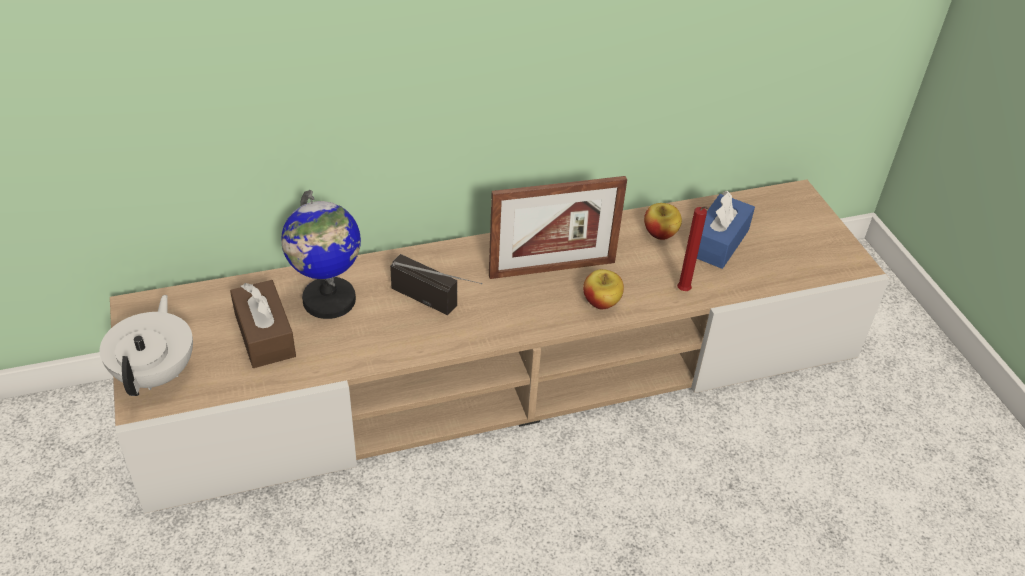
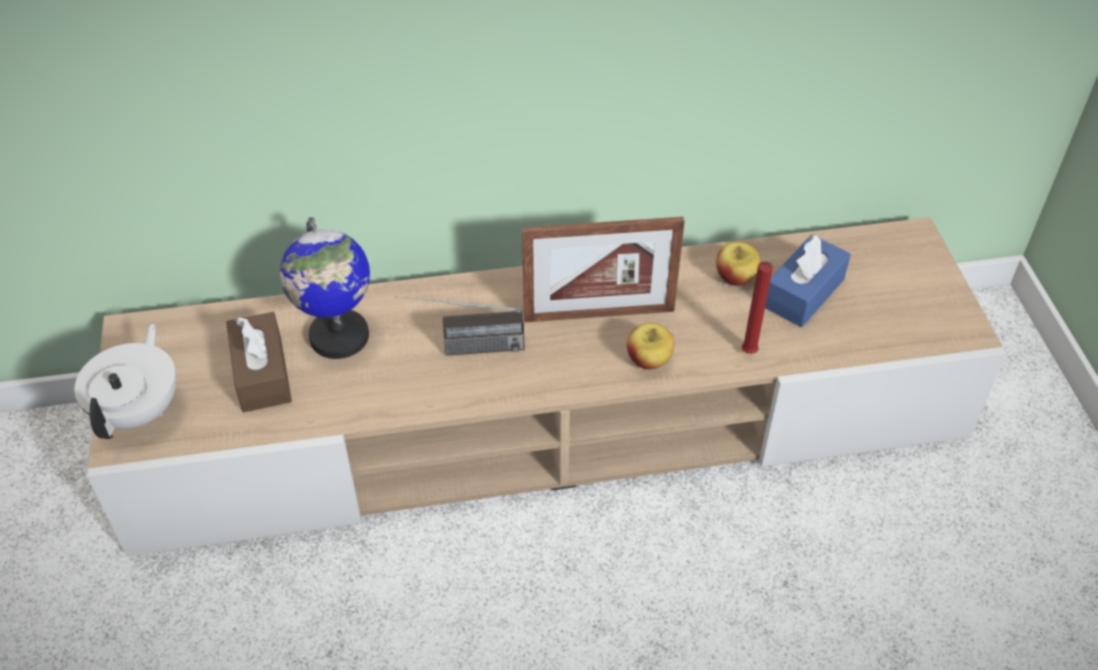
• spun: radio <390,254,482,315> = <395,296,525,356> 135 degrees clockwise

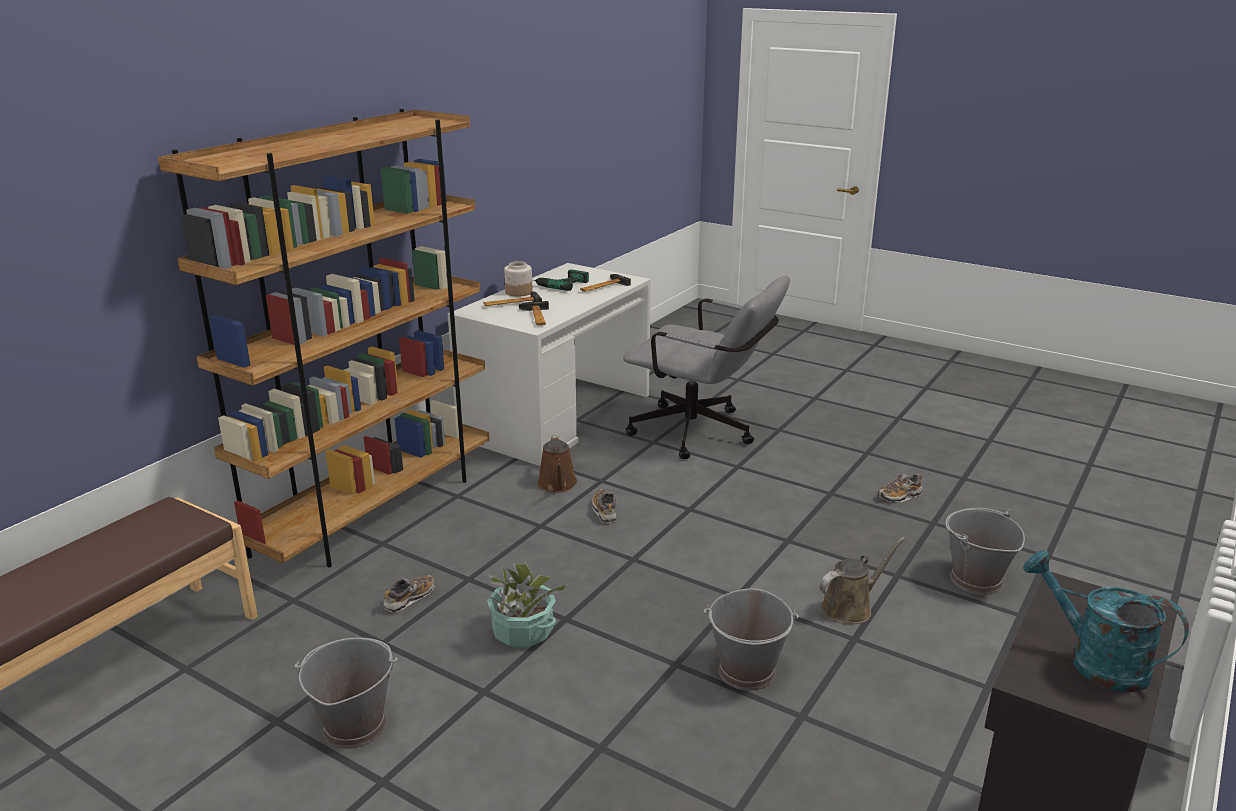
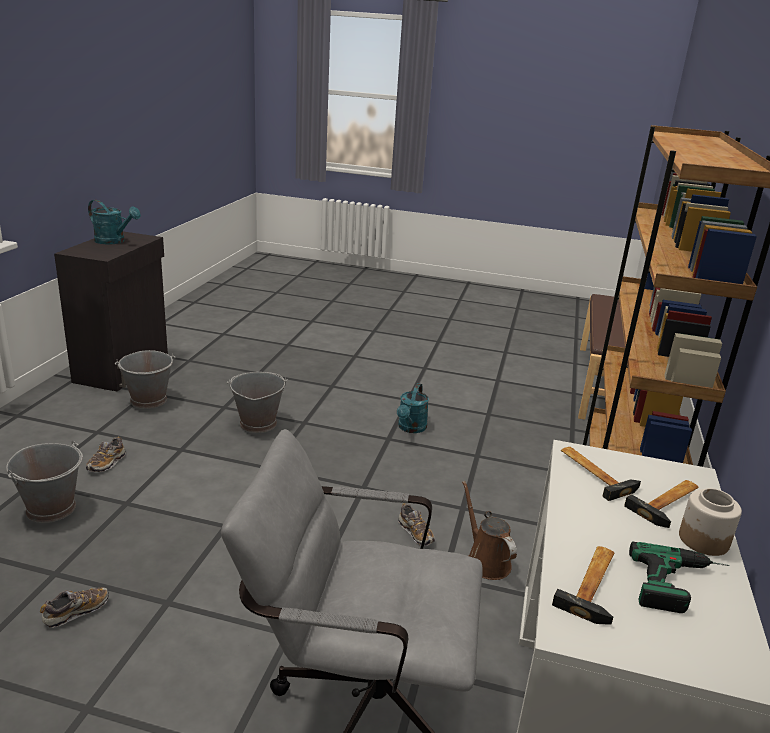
• relocated: but <384,575,435,612> to <86,437,126,472>
• relocated: wiadro (szary) <294,638,398,749> to <115,350,176,409>
• exchanged: roślina doniczkowa <485,562,570,648> to konewka (turkusowy) <397,383,429,433>
• missing: konewka (brązowy) <819,537,906,624>

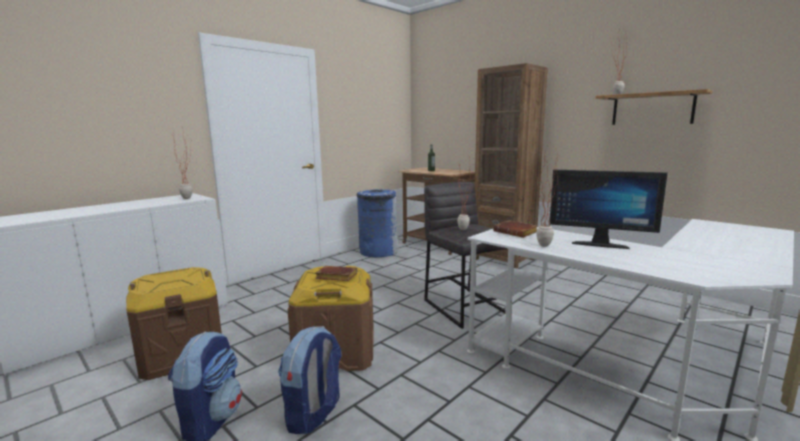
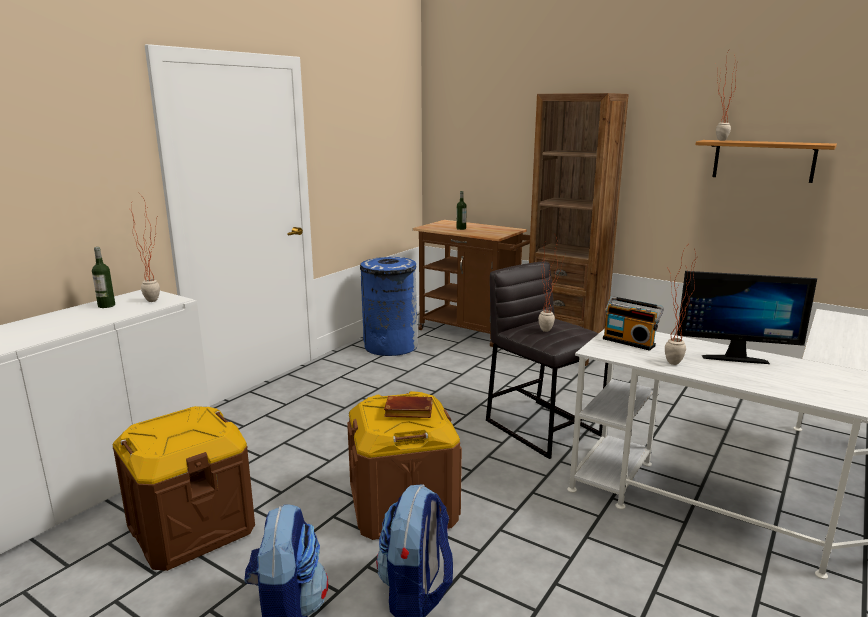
• appeared: butelka <92,247,115,308>
• exchanged: książka (brązowy) <493,220,538,238> to radio <603,296,664,351>

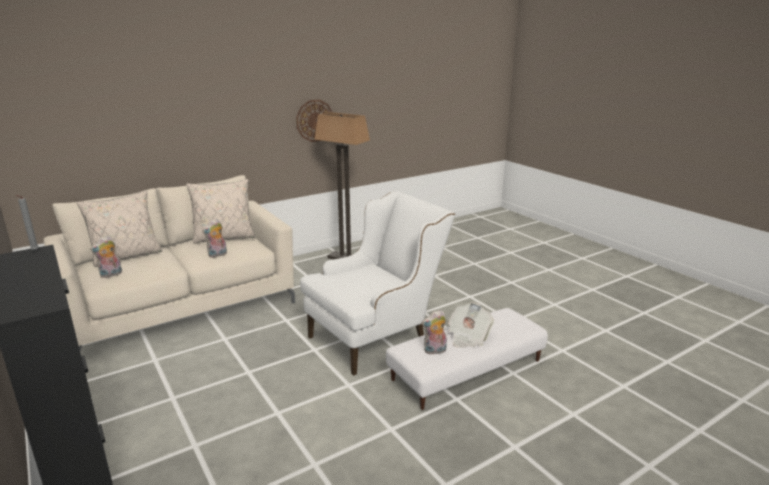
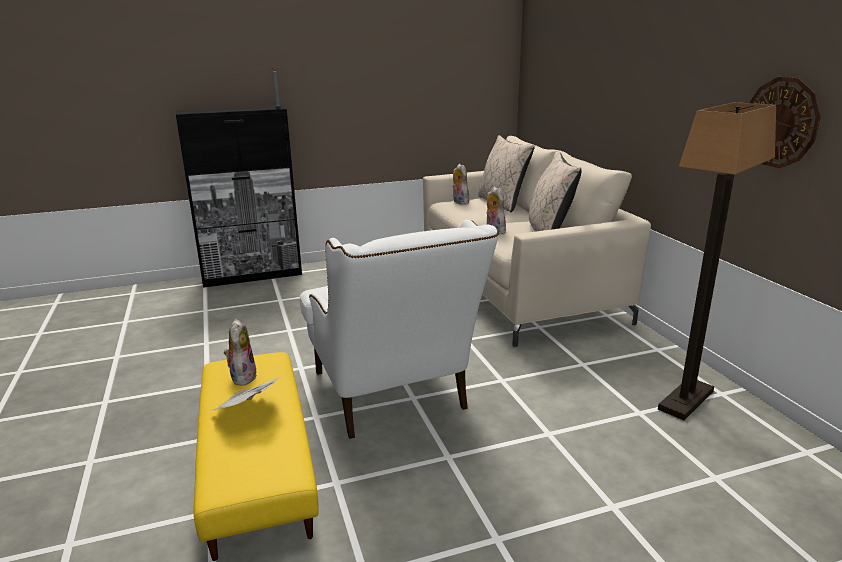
• colour: pufa (biały) <386,308,548,410> to pufa (żółty) <194,352,319,561>

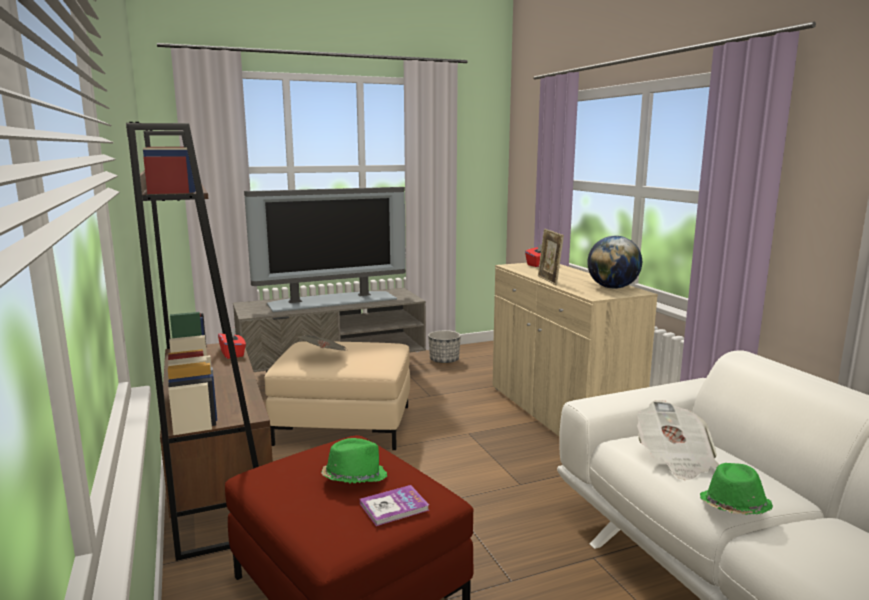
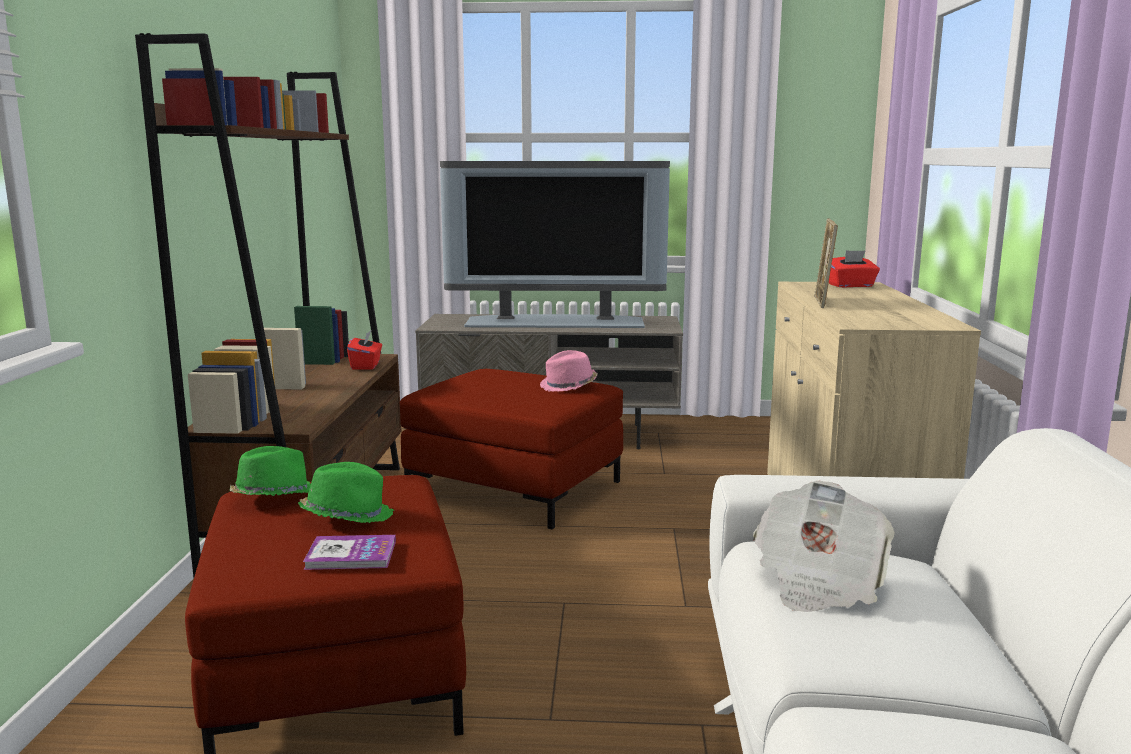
• relocated: kapelusz (zielony) <700,463,773,515> to <230,446,311,496>
• colour: pufa (beżowy) <264,341,410,450> to pufa (czerwony) <400,369,623,529>
• appeared: kapelusz (różowy) <540,350,598,392>
• missing: gazeta <297,335,346,351>
• missing: donica <428,330,461,364>
• missing: globus <587,236,642,289>

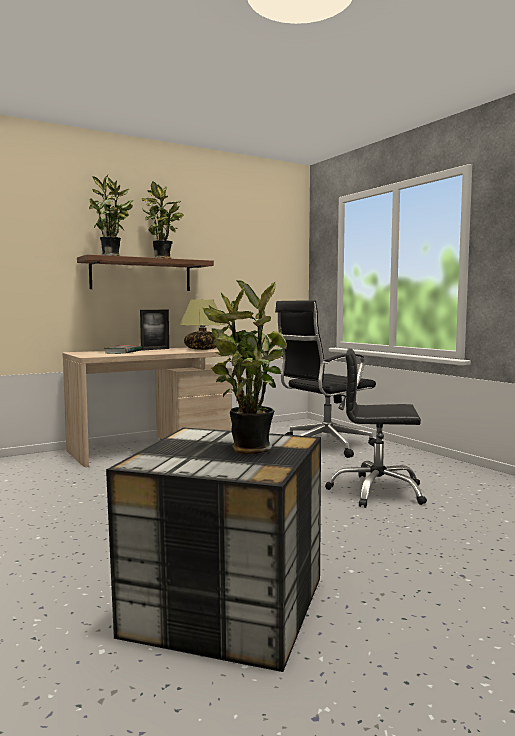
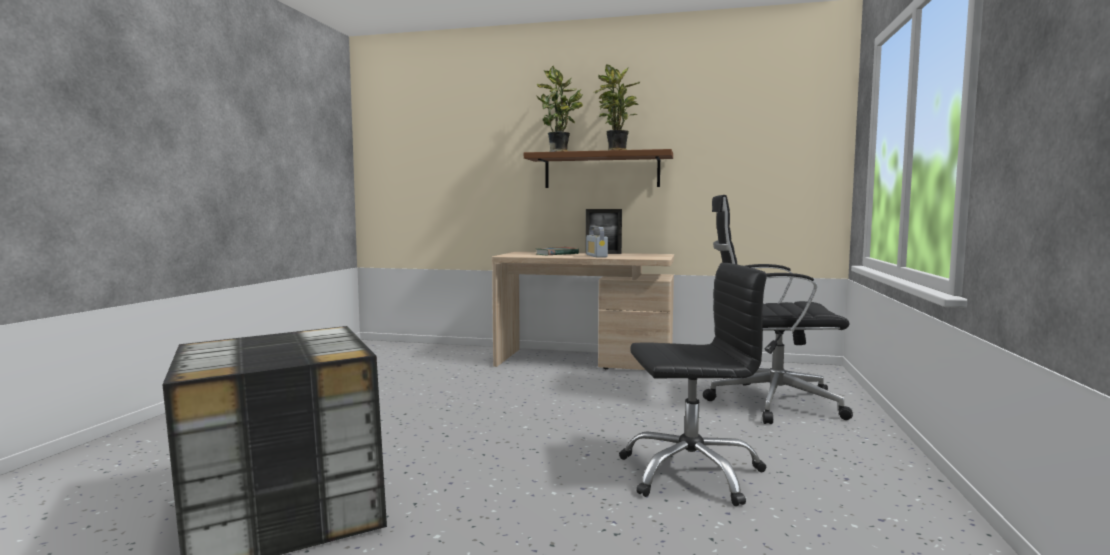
• appeared: radio <586,226,608,258>
• spun: krzesło biurowe (czarny) <325,348,427,508> = <619,263,767,506> 120 degrees clockwise
• missing: lampa stołowa <179,299,225,350>
• missing: roślina doniczkowa <203,280,287,454>

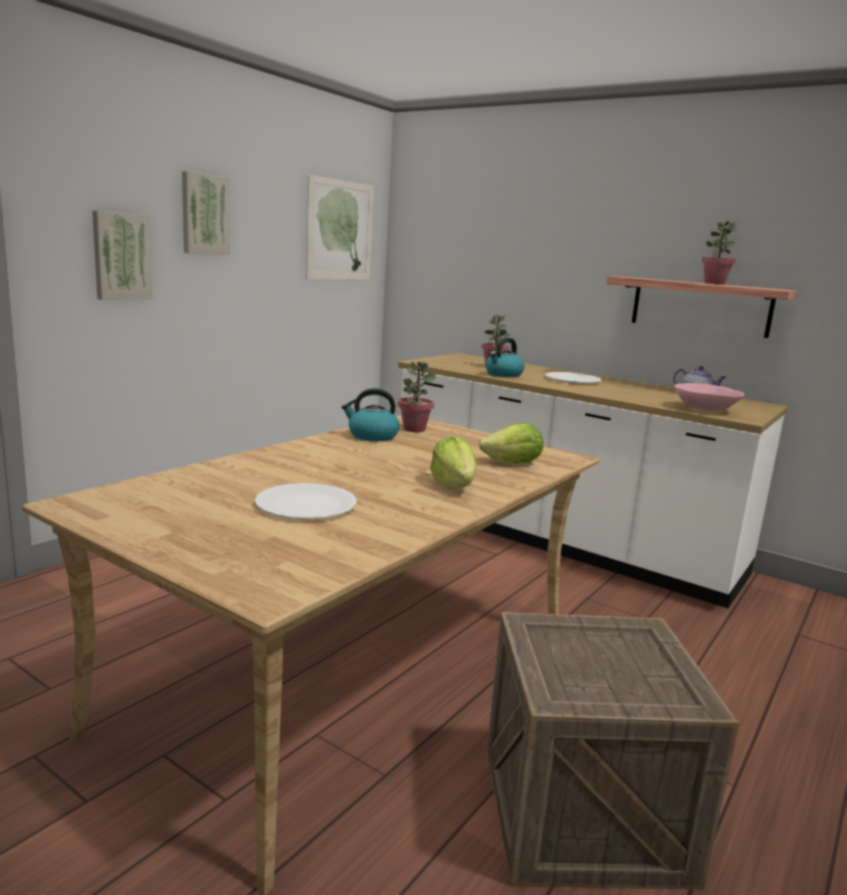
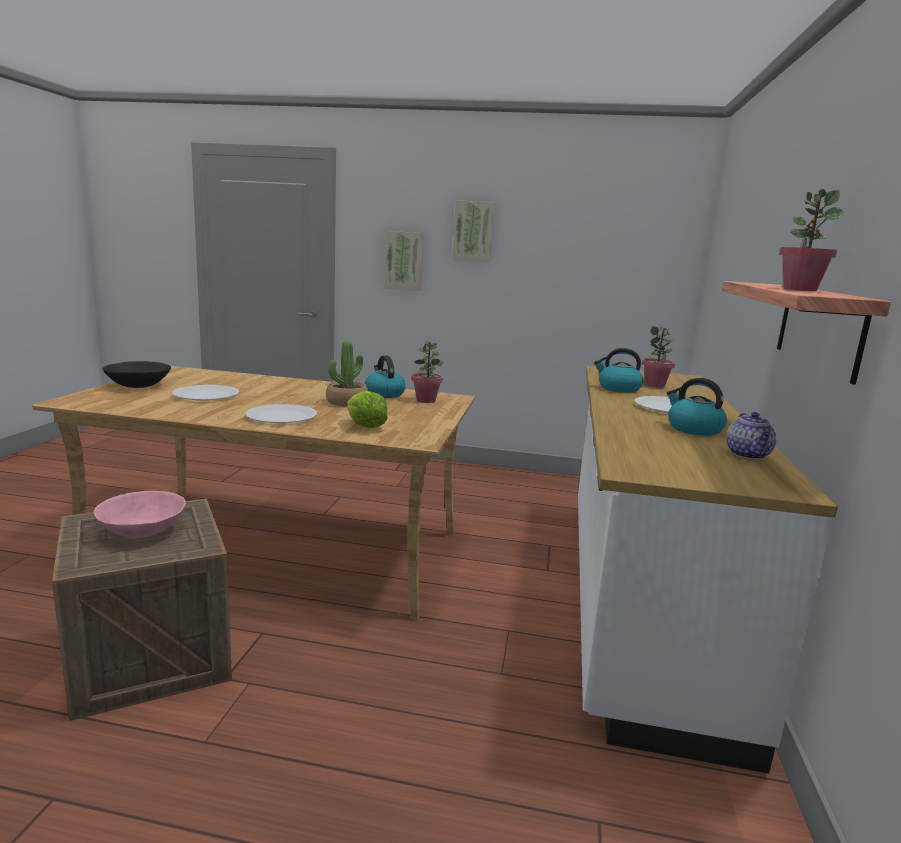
• relocated: miska (różowy) <674,383,744,412> to <94,491,186,538>
• appeared: miska (czarny) <103,361,171,388>
• exchanged: sałata <430,437,477,488> to talerz (biały) <245,404,317,423>
• appeared: roślina doniczkowa <326,340,368,407>
• appeared: czajnik <667,378,727,436>
• missing: obraz <306,175,374,279>

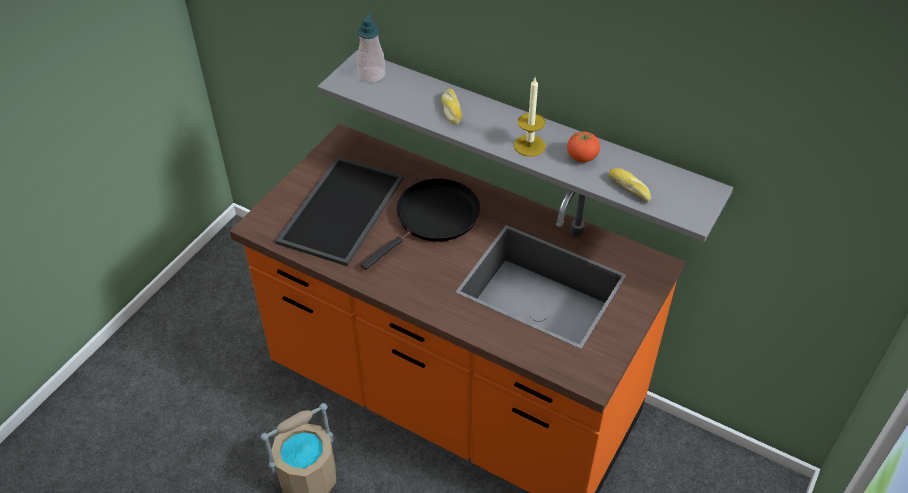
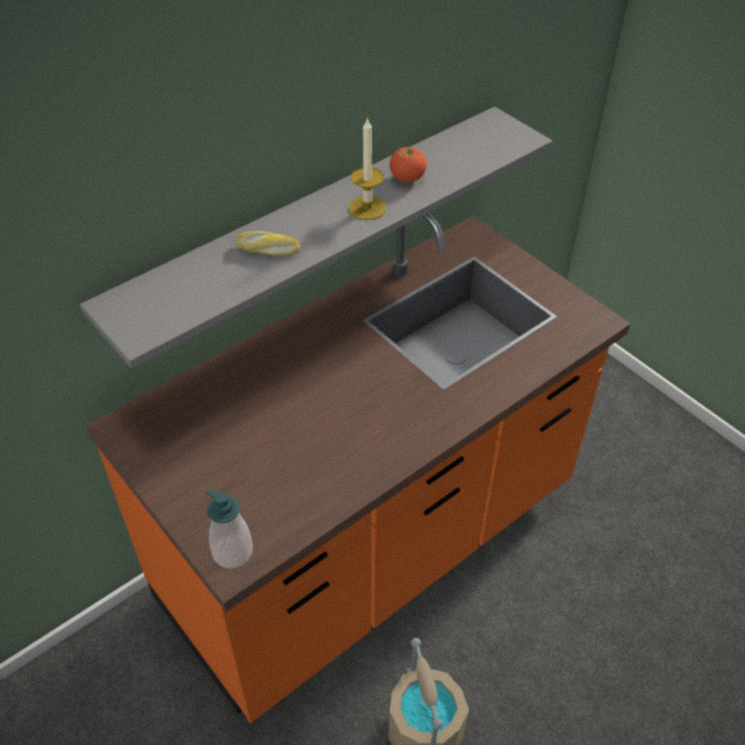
• relocated: dozownik mydła <357,13,385,83> to <205,488,253,569>
• missing: taca <276,157,404,266>
• missing: patelnia (czarny) <361,178,480,270>
• missing: chleb <609,168,651,202>

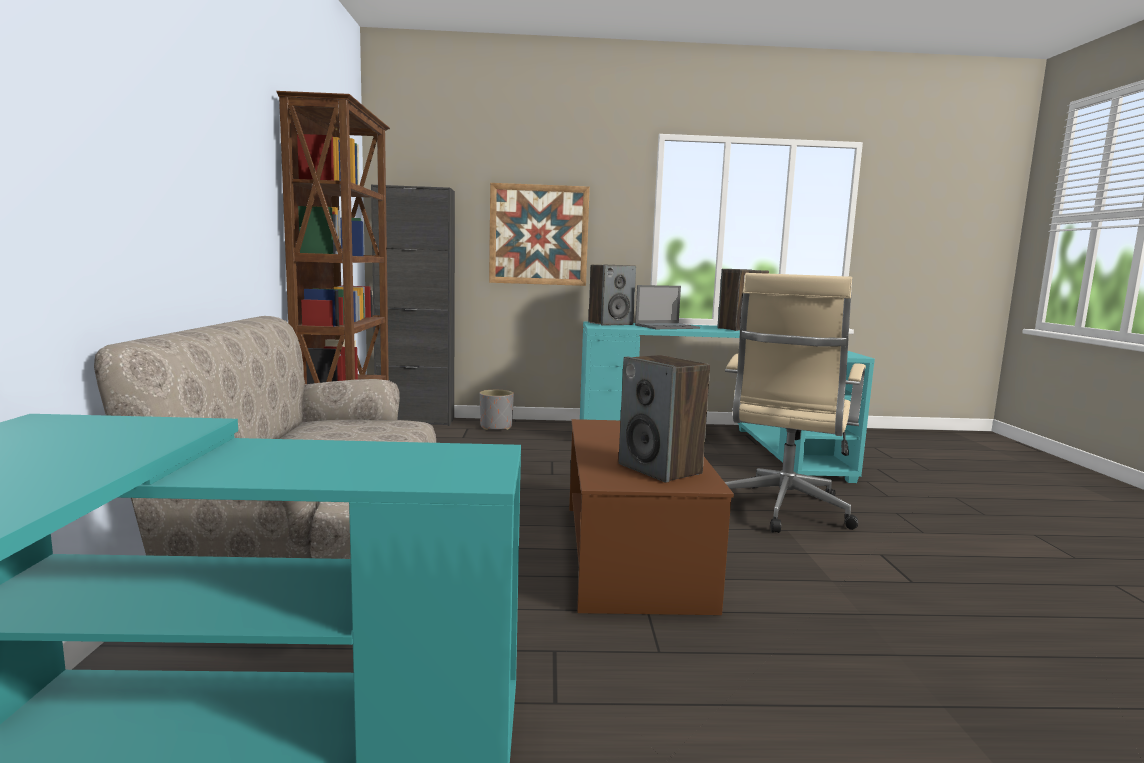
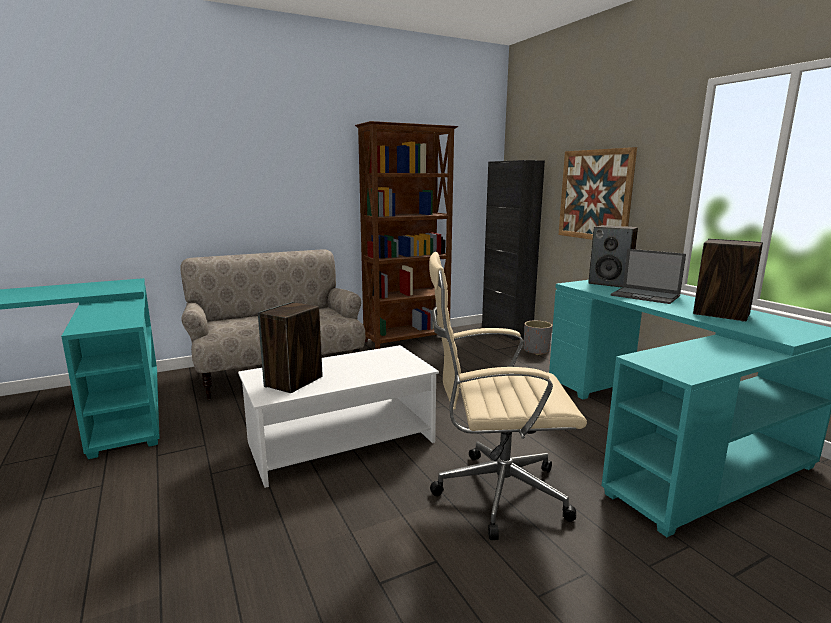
• colour: ława (brązowy) <569,419,734,615> to ława (biały) <238,345,439,488>

